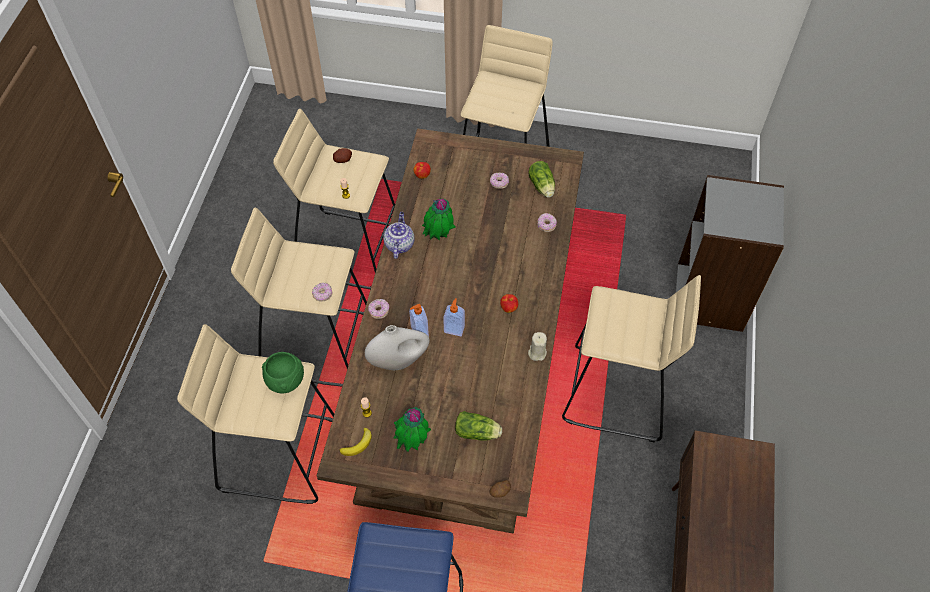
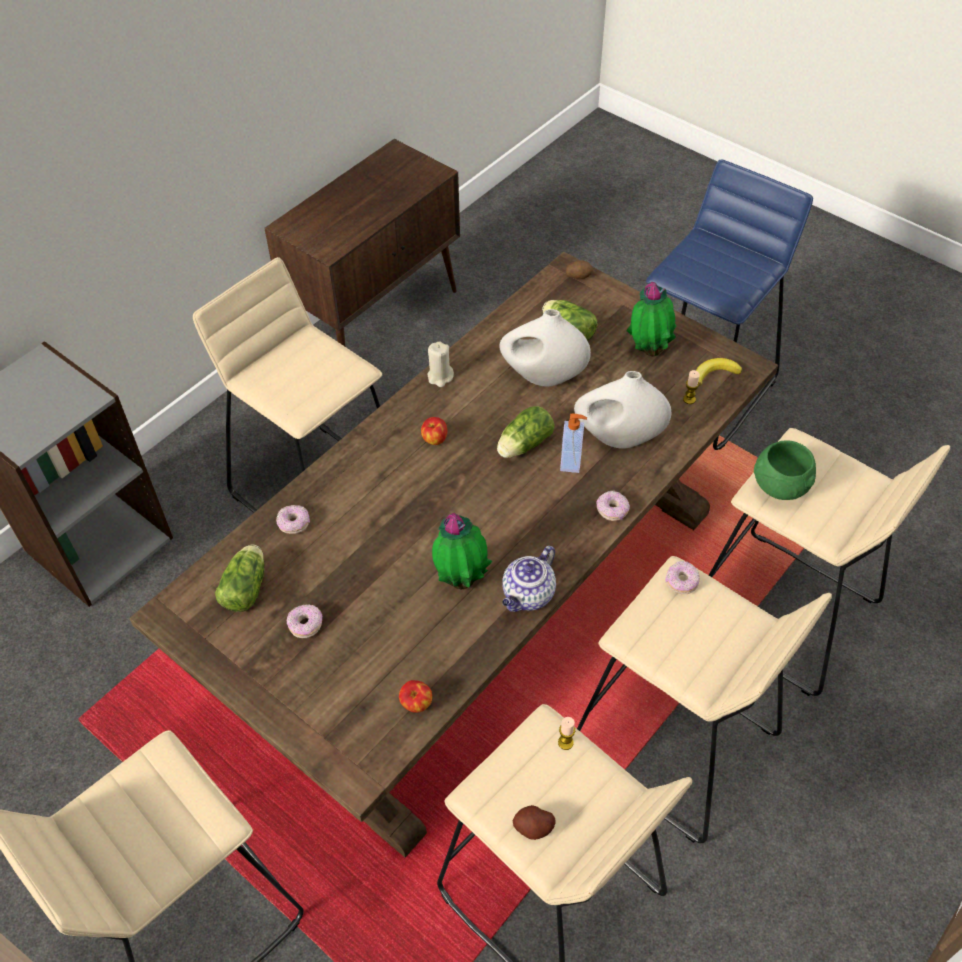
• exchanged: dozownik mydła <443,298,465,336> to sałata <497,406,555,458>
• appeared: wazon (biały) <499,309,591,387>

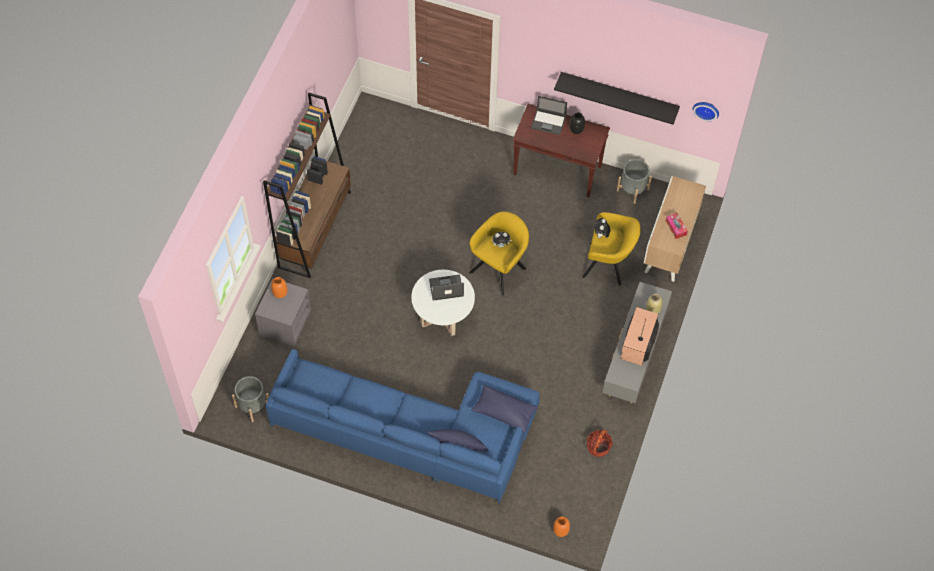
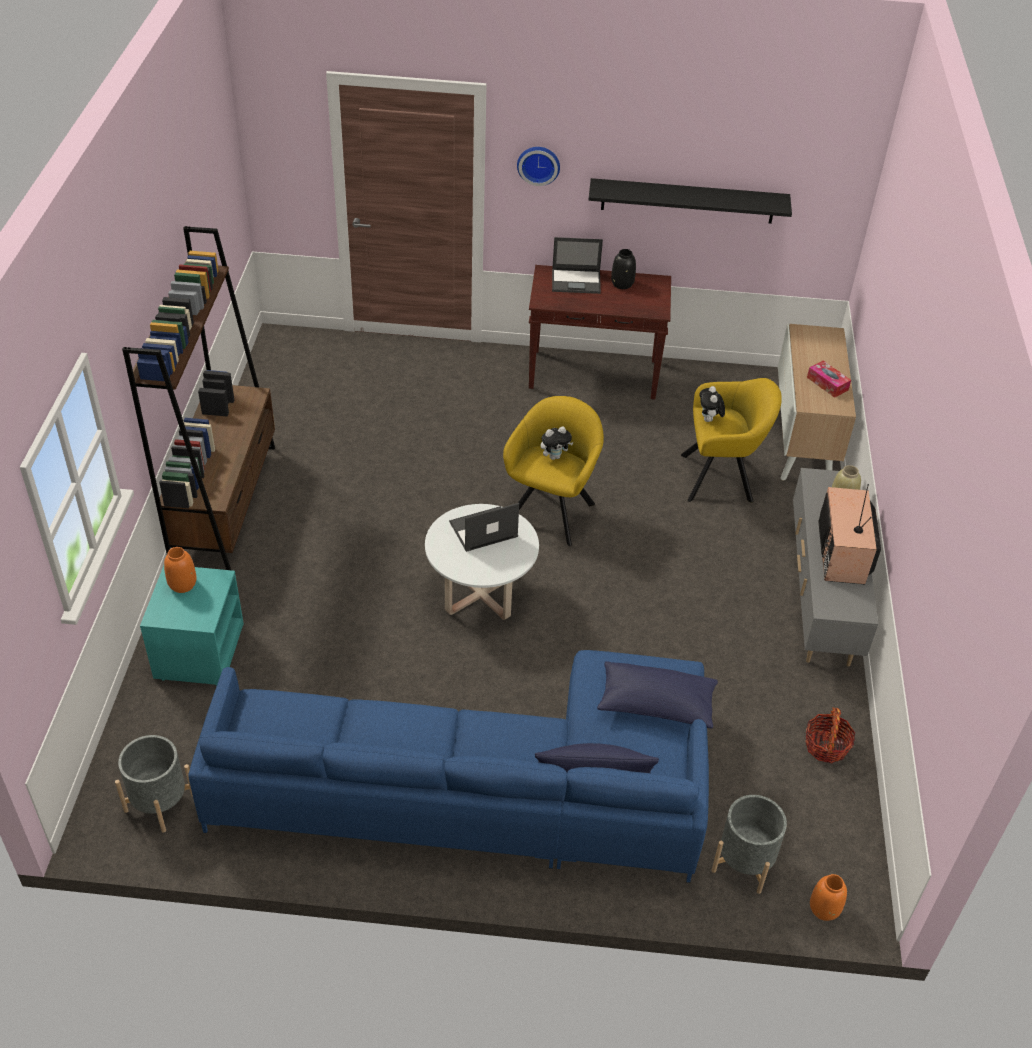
• colour: szafka nocna (szary) <255,278,311,346> to szafka nocna (turkusowy) <140,566,244,686>
• relocated: zegar ścienny <693,102,719,122> to <517,147,560,186>
• relocated: donica (szary) <617,159,652,204> to <712,795,787,894>

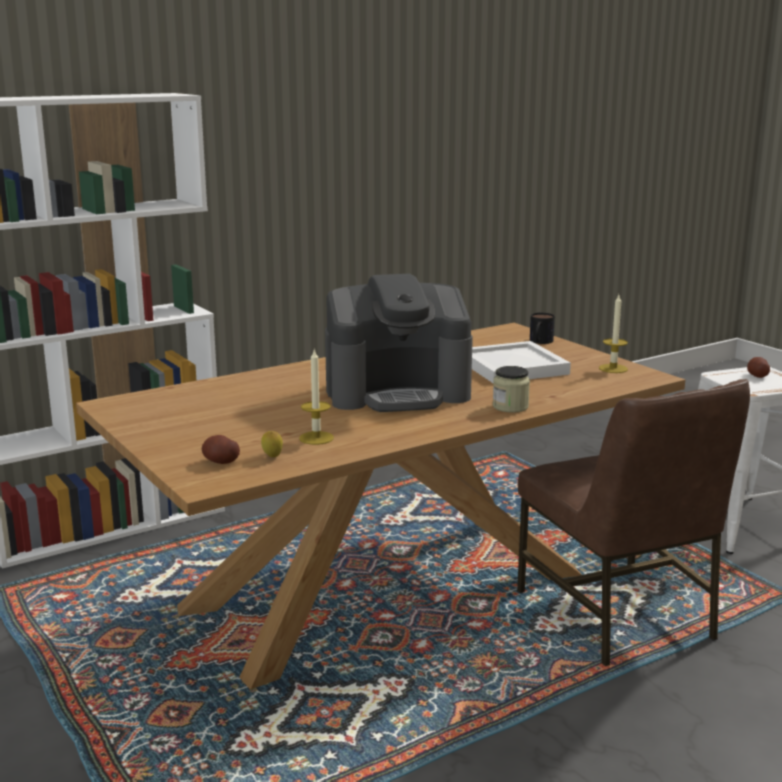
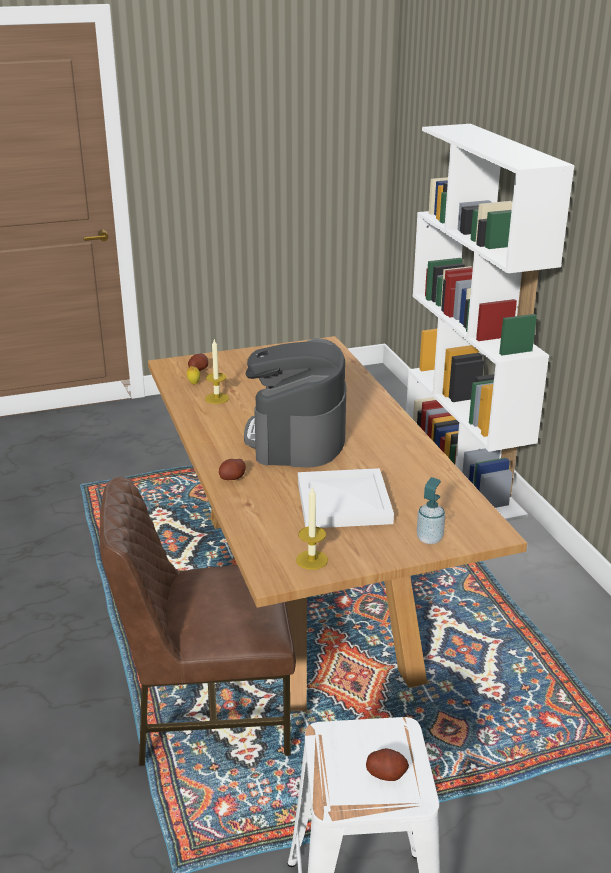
• exchanged: słoik <493,366,530,413> to ziemniak <219,459,246,480>
• exchanged: kubek <530,313,555,344> to dozownik mydła <417,477,445,544>

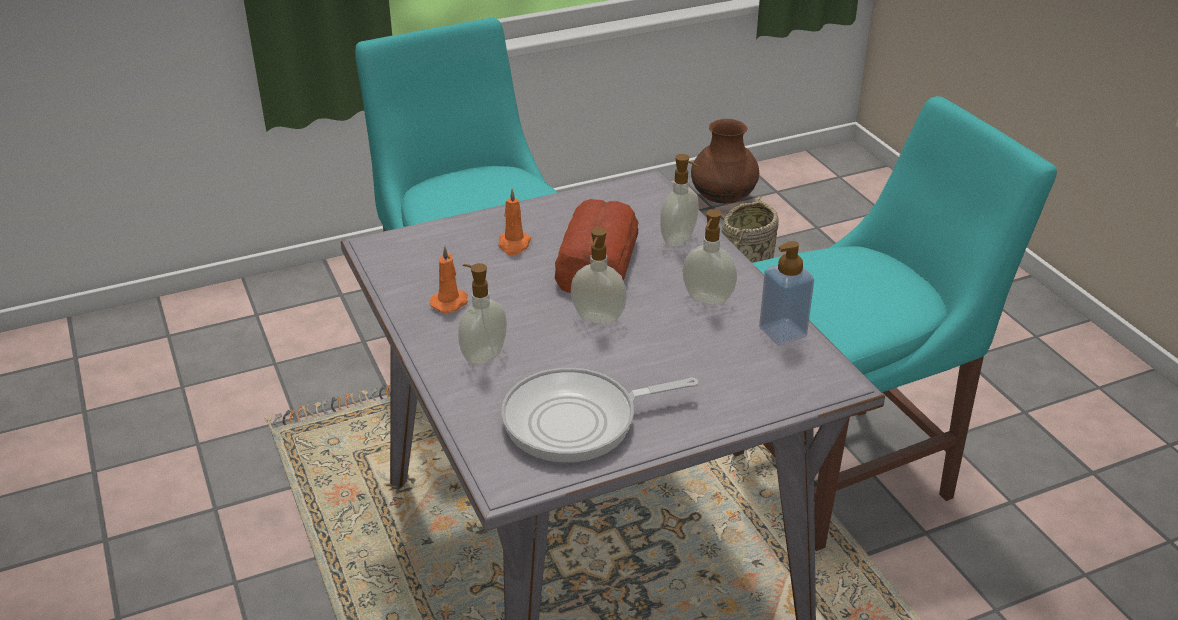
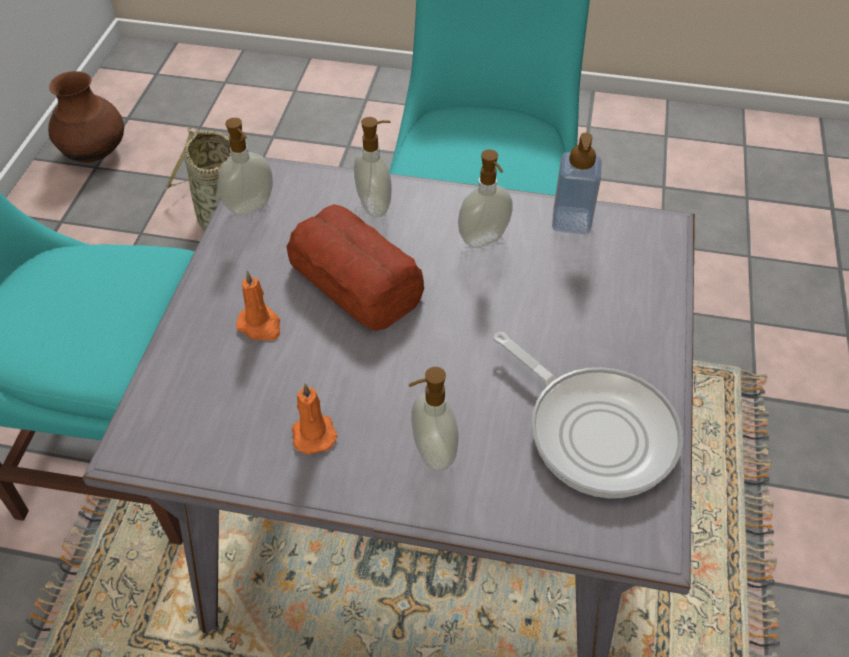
• relocated: dozownik mydła <571,227,627,324> to <218,118,273,216>
• spun: patelnia <501,368,699,462> = <494,332,683,498> 60 degrees counterclockwise

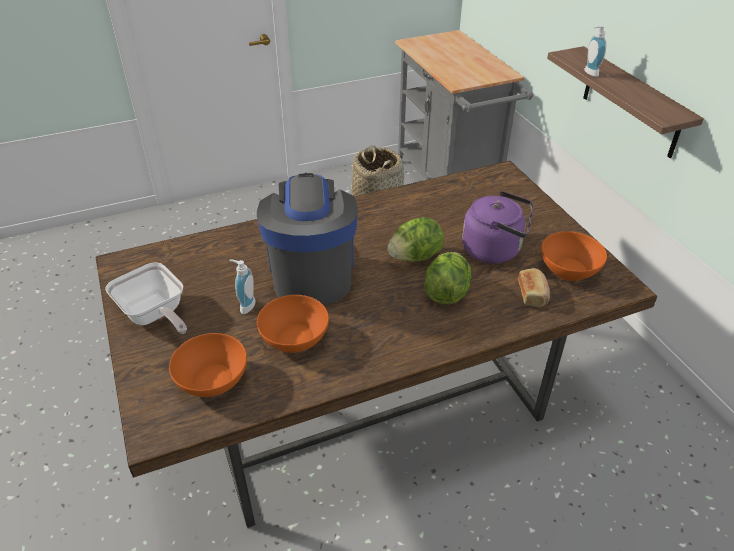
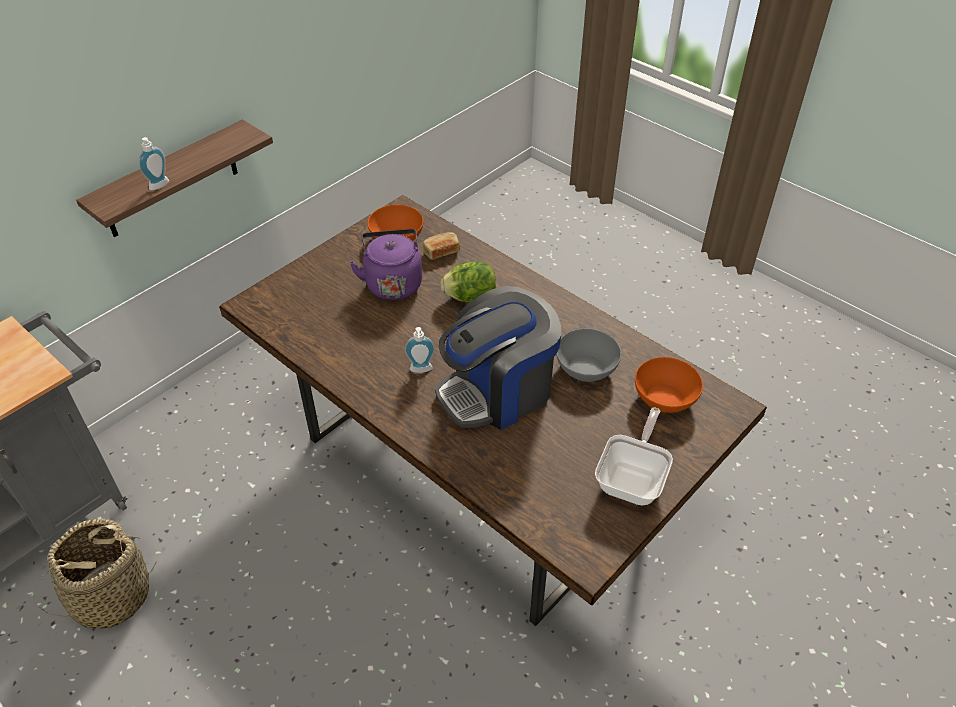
• relocated: dozownik mydła <229,259,256,314> to <404,327,435,373>
• colour: miska (pomarańczowy) <257,295,329,353> to miska (szary) <556,329,621,382>
• missing: sałata <387,217,444,262>

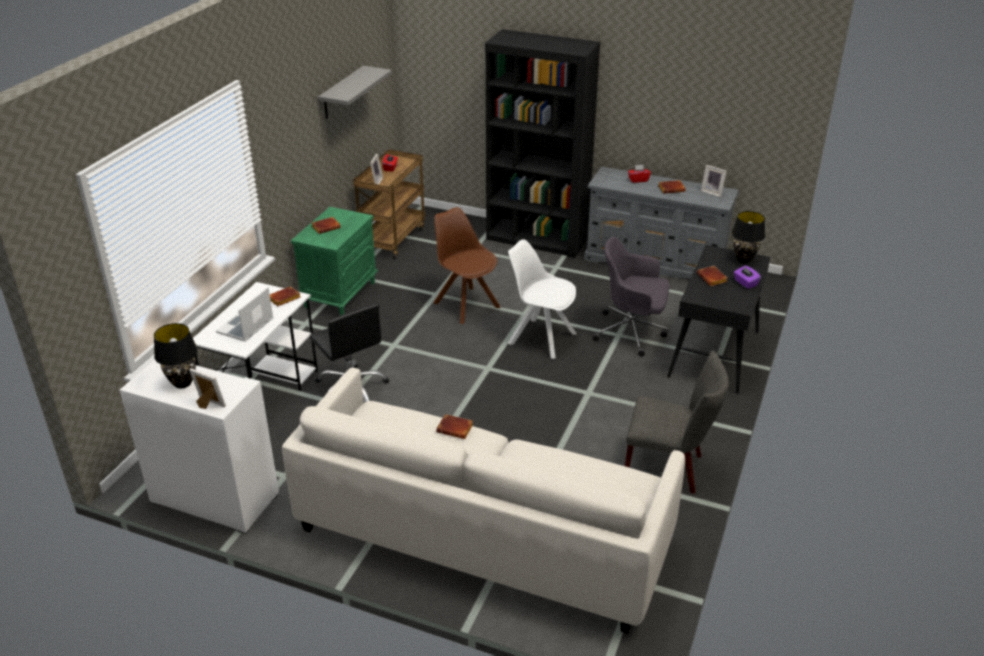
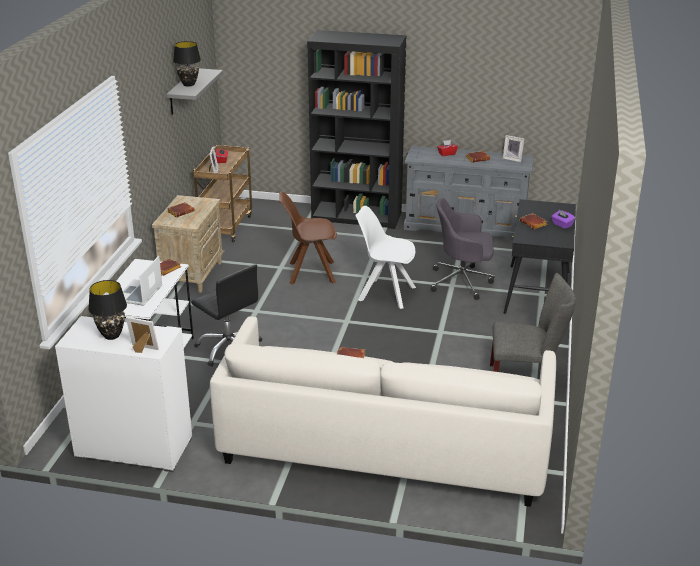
• colour: szafka nocna (zielony) <291,207,378,315> to szafka nocna (beżowy) <152,195,224,293>
• relocated: lampa stołowa (czarny) <732,211,765,263> to <173,41,201,86>
• spun: krzesło (brązowy) <434,207,500,324> = <279,192,337,284> 45 degrees counterclockwise

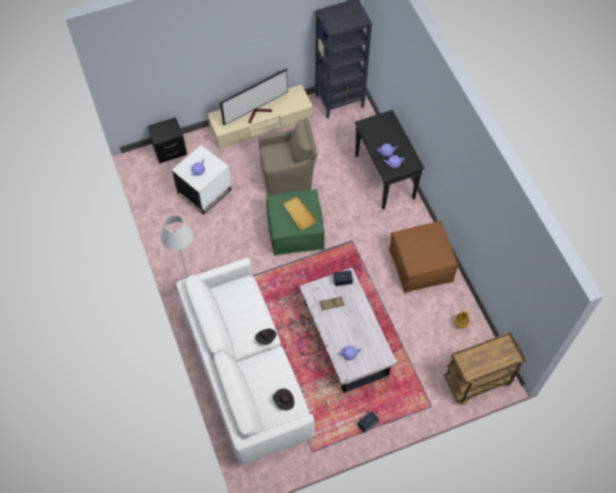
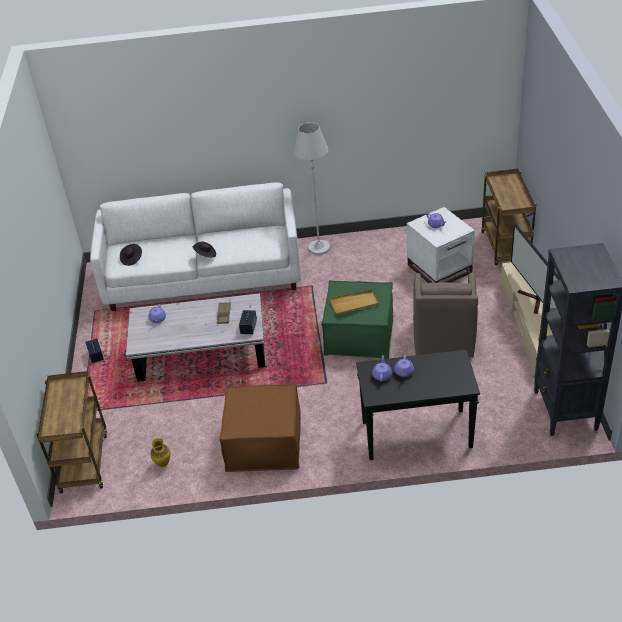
• exchanged: szafka nocna (czarny) <148,117,187,164> to wózek (brązowy) <481,168,536,265>

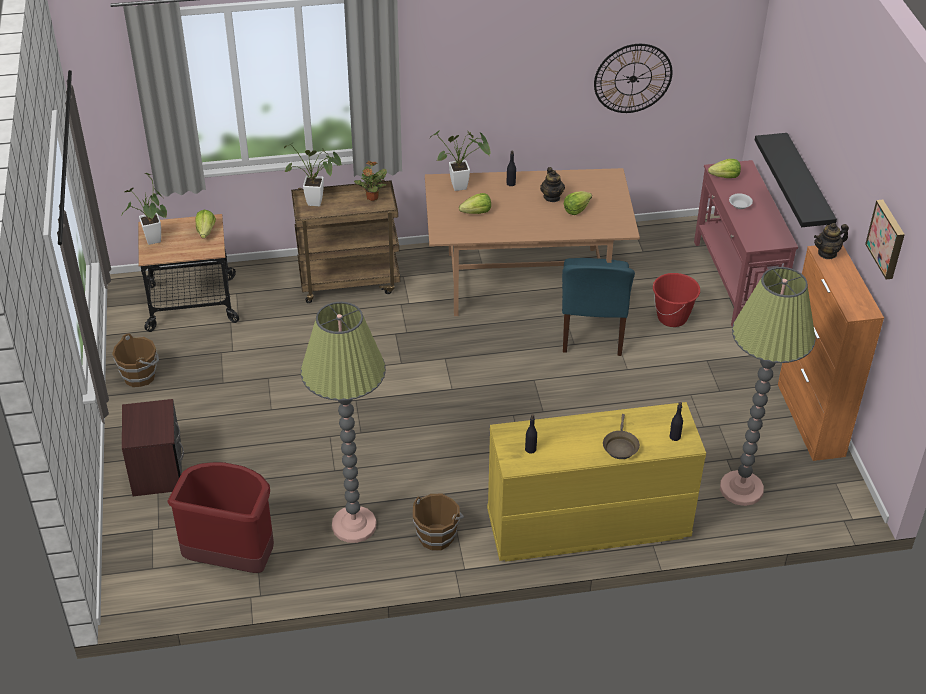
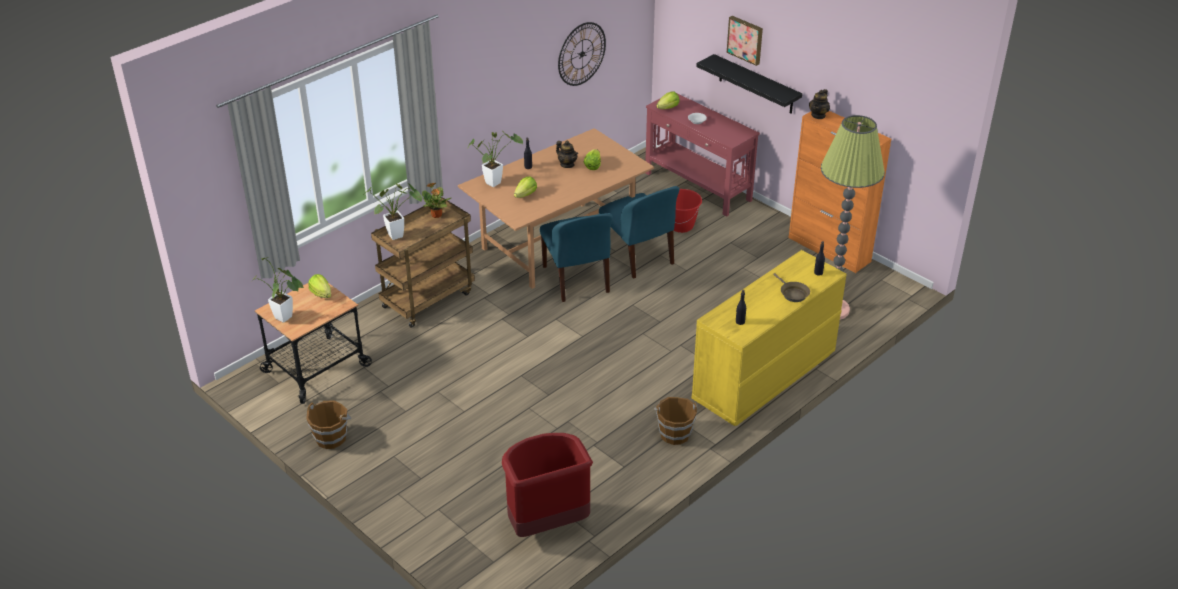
• appeared: krzesło (niebieski) <540,213,613,302>
• relocated: obraz <865,200,905,279> to <727,16,763,66>
• missing: szafka nocna (brązowy) <122,399,184,496>
• missing: lampa stojąca <301,302,386,543>

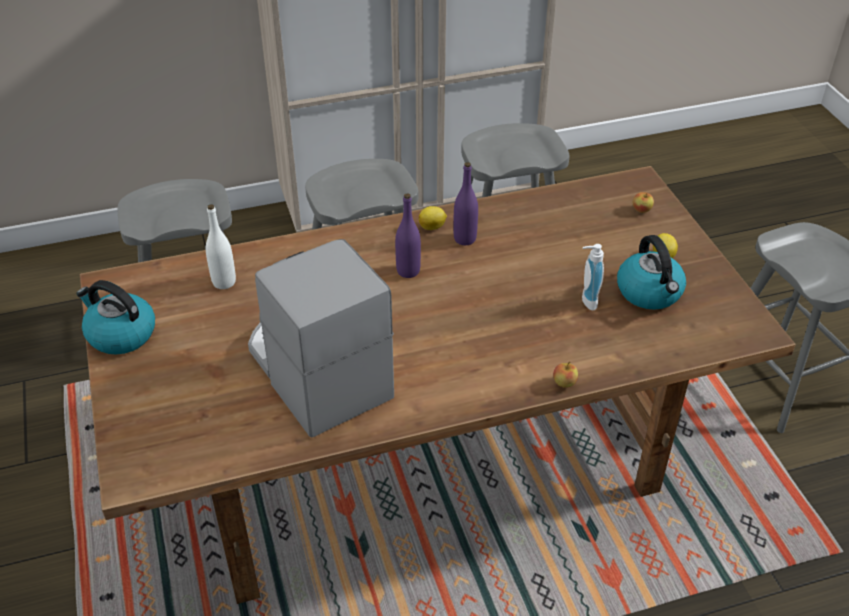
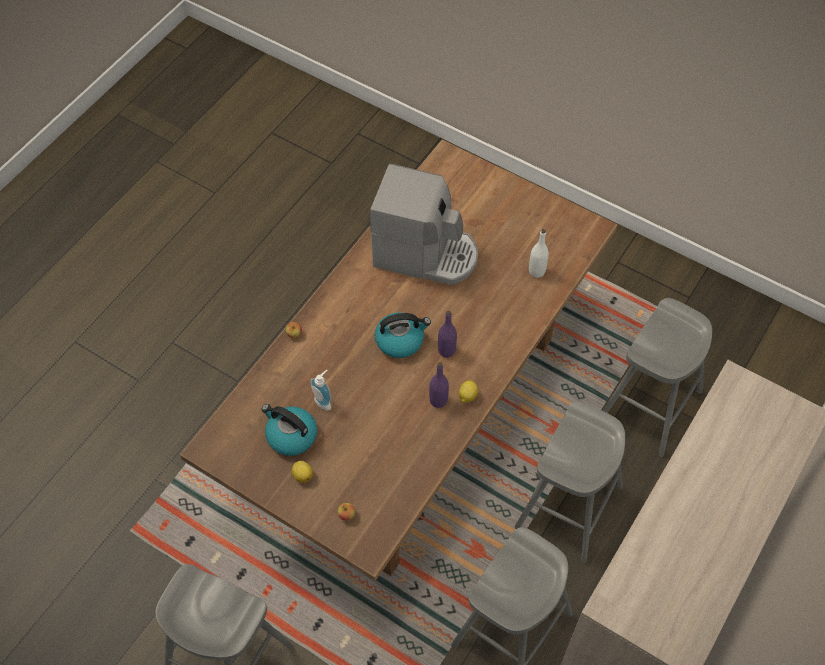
• relocated: czajnik <76,280,155,354> to <375,313,431,358>

